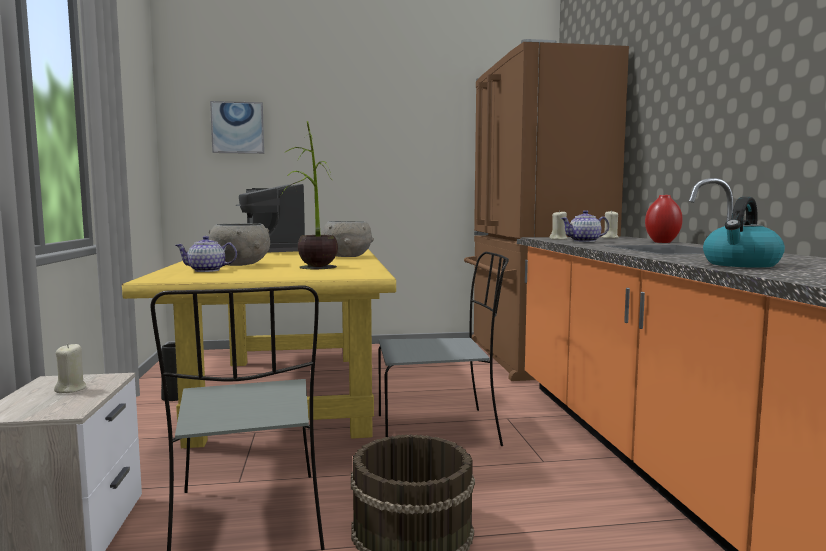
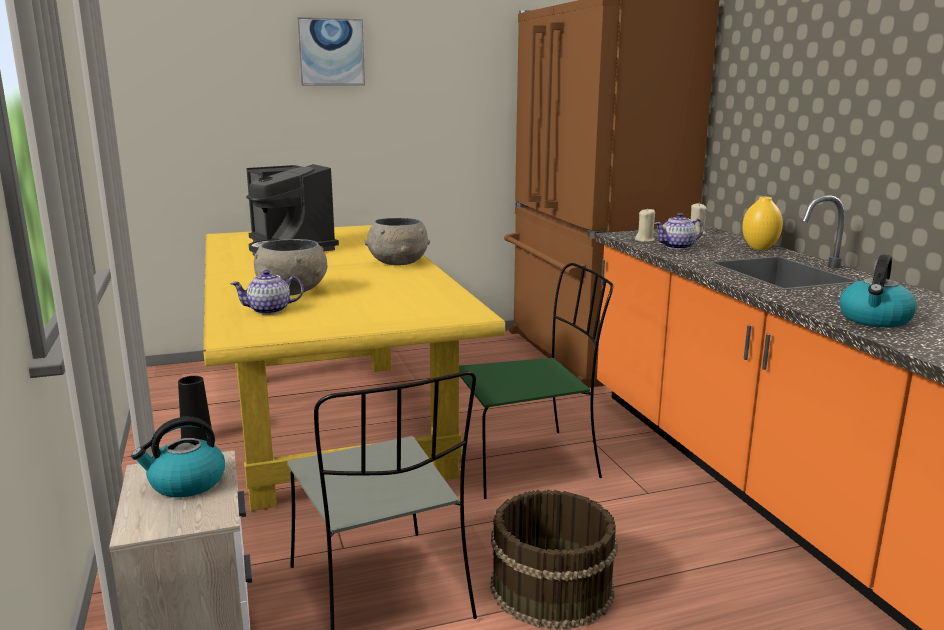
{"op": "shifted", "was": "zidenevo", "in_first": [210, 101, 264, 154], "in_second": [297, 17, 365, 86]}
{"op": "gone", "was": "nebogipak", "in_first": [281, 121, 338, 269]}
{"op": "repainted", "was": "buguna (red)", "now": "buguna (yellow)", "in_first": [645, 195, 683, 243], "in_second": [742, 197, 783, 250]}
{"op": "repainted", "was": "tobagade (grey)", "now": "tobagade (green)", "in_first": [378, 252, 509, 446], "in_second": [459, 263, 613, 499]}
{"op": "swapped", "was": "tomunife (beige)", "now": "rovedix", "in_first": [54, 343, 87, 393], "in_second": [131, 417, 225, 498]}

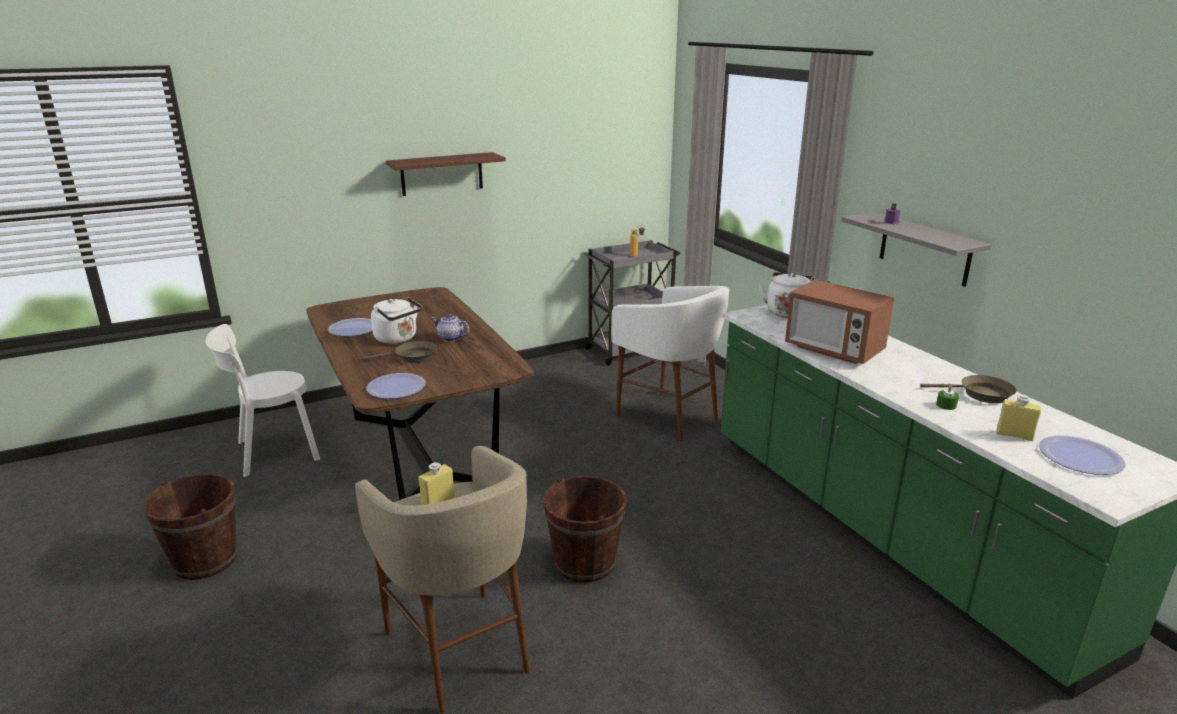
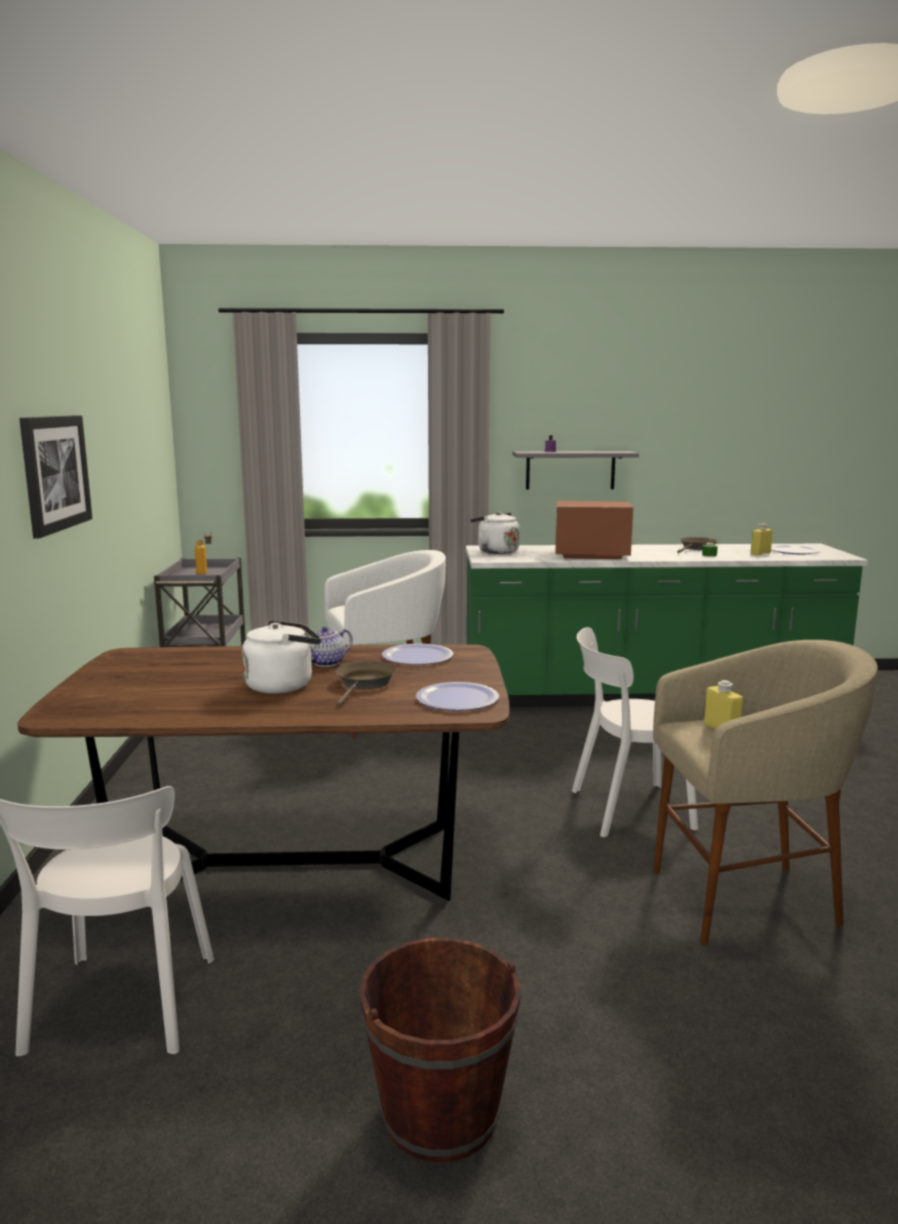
{"op": "swapped", "was": "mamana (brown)", "now": "zidenevo", "in_first": [386, 152, 506, 196], "in_second": [19, 415, 92, 538]}
{"op": "rotated", "was": "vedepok", "in_first": [785, 280, 894, 364], "in_second": [555, 501, 633, 559], "clockwise": -150}
{"op": "shifted", "was": "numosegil", "in_first": [328, 318, 372, 337], "in_second": [382, 644, 453, 665]}
{"op": "swapped", "was": "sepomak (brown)", "now": "tobagade (white)", "in_first": [543, 476, 627, 583], "in_second": [572, 627, 698, 837]}

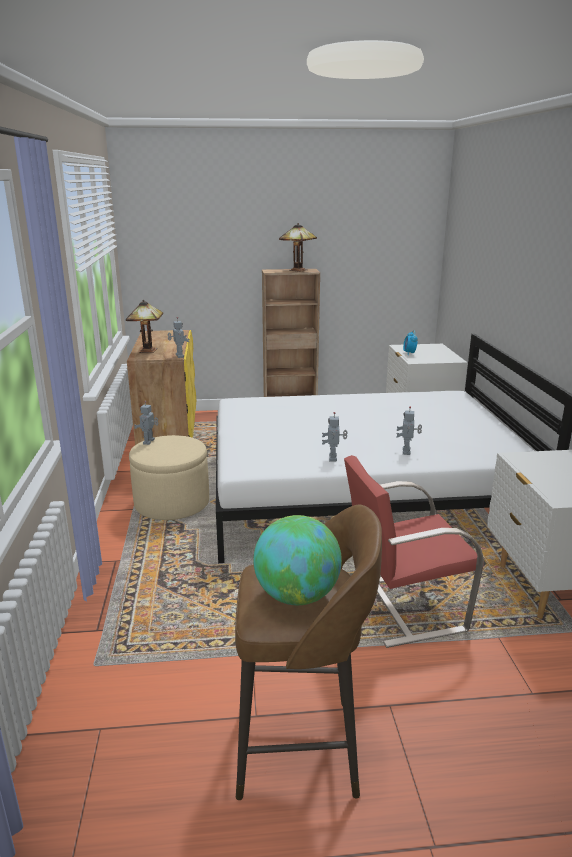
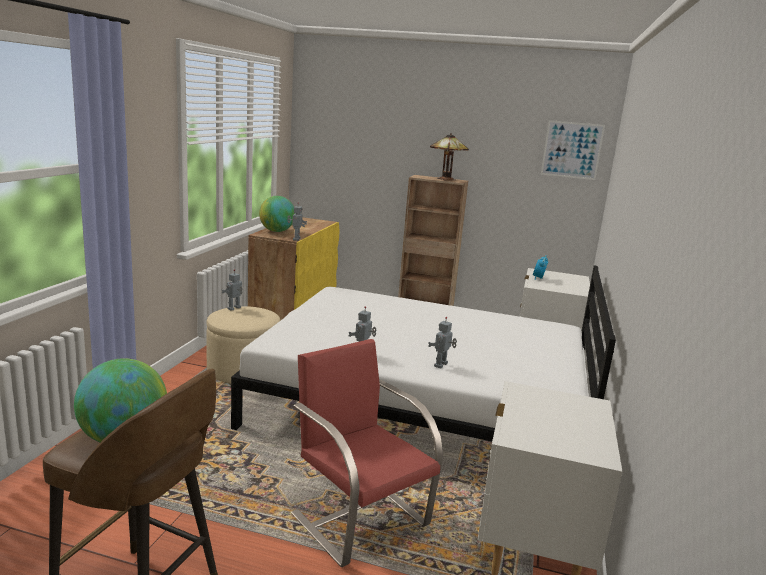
{"op": "swapped", "was": "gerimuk", "now": "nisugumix", "in_first": [126, 300, 163, 353], "in_second": [259, 196, 295, 232]}
{"op": "rotated", "was": "tobagade (red)", "in_first": [344, 455, 484, 648], "in_second": [291, 339, 443, 567], "clockwise": 45}
{"op": "new", "now": "zidenevo", "in_second": [541, 120, 605, 180]}

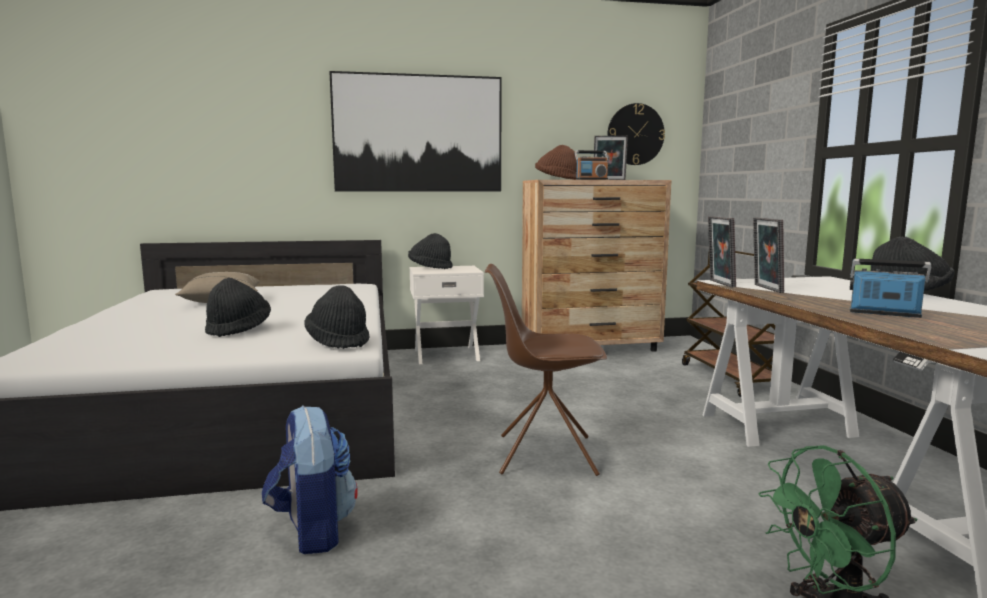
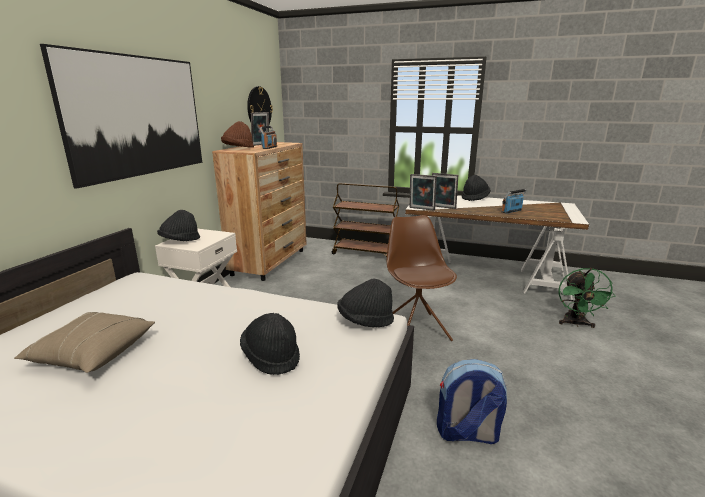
{"op": "rotated", "was": "tobagade (brown)", "in_first": [485, 264, 607, 476], "in_second": [387, 215, 457, 341], "clockwise": 135}

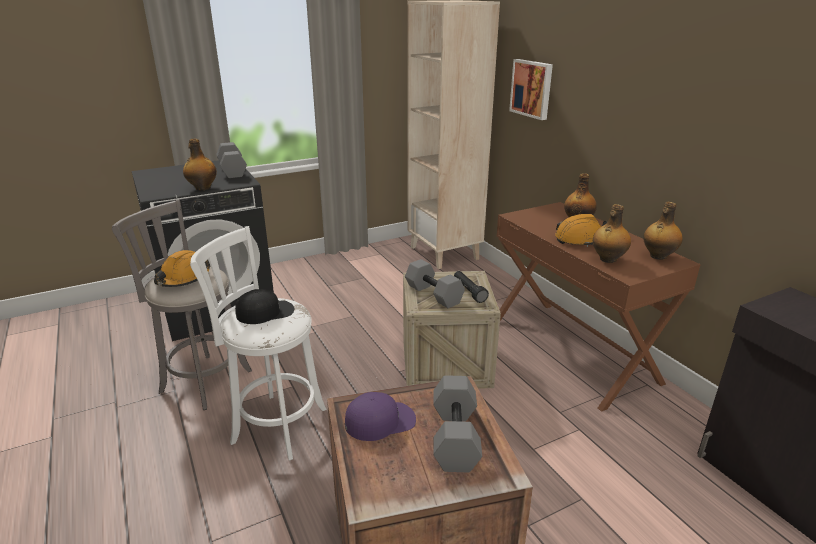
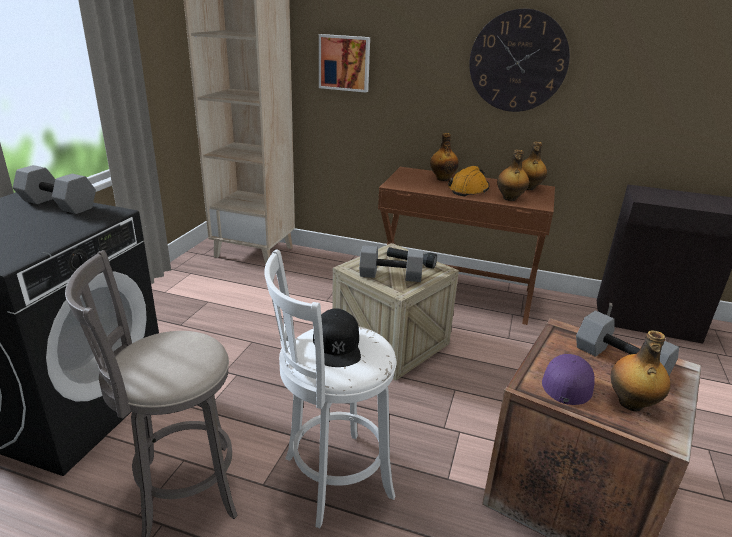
{"op": "shifted", "was": "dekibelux", "in_first": [183, 138, 217, 190], "in_second": [611, 331, 670, 412]}
{"op": "gone", "was": "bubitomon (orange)", "in_first": [154, 250, 211, 287]}
{"op": "rotated", "was": "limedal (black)", "in_first": [235, 289, 294, 324], "in_second": [313, 308, 361, 367], "clockwise": 150}
{"op": "new", "now": "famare", "in_second": [469, 9, 570, 112]}

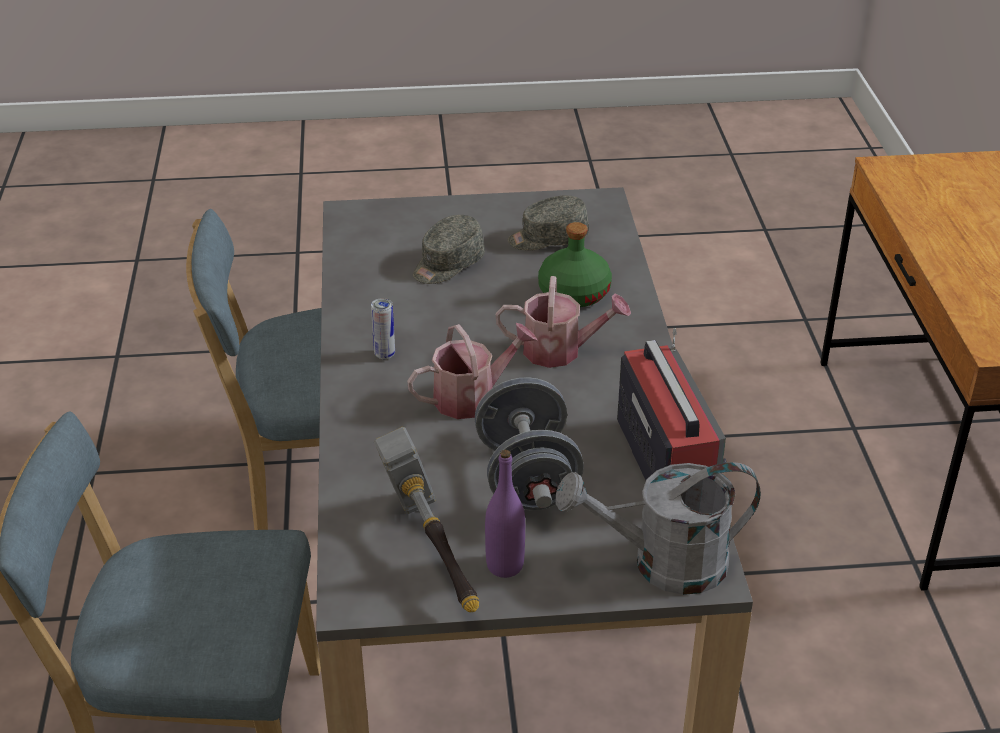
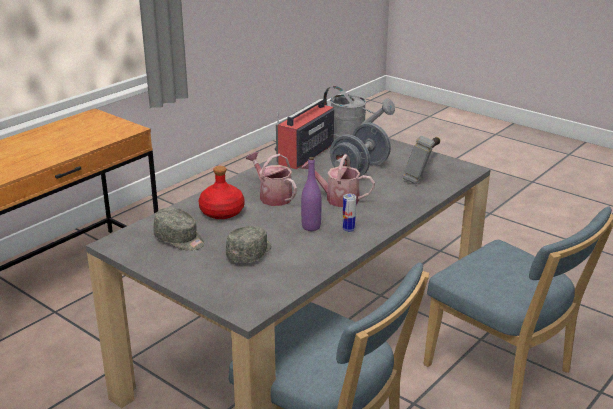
{"op": "rotated", "was": "limedal (grey)", "in_first": [413, 215, 485, 284], "in_second": [226, 226, 271, 263], "clockwise": -60}
{"op": "repainted", "was": "dekibelux (green)", "now": "dekibelux (red)", "in_first": [538, 222, 612, 307], "in_second": [199, 166, 244, 219]}
{"op": "shifted", "was": "dekibelux (purple)", "in_first": [485, 450, 525, 578], "in_second": [301, 157, 322, 231]}

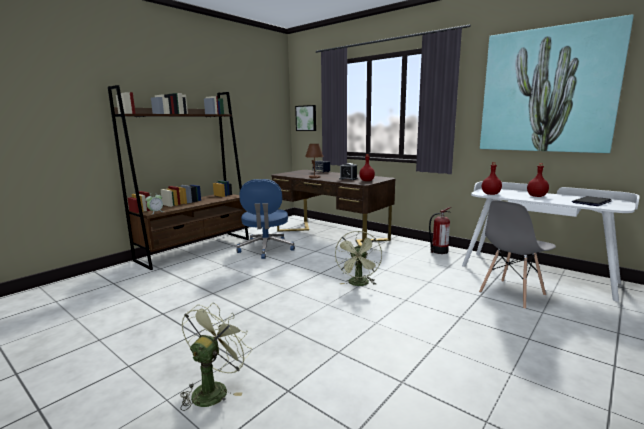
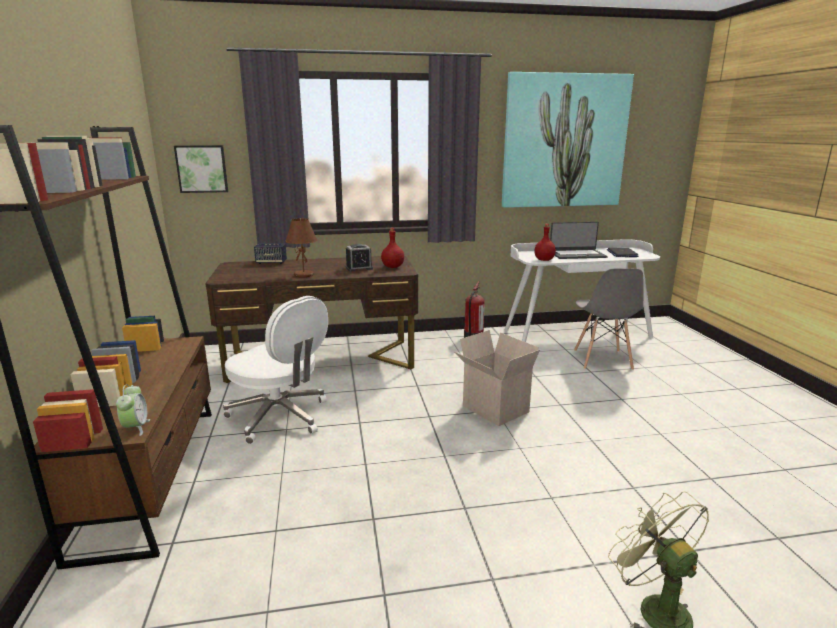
{"op": "swapped", "was": "dekibelux (red)", "now": "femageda", "in_first": [527, 163, 549, 197], "in_second": [550, 222, 608, 259]}
{"op": "repainted", "was": "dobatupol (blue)", "now": "dobatupol (white)", "in_first": [236, 179, 295, 259], "in_second": [223, 296, 328, 444]}
{"op": "swapped", "was": "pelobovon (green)", "now": "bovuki", "in_first": [335, 231, 382, 286], "in_second": [454, 330, 540, 426]}

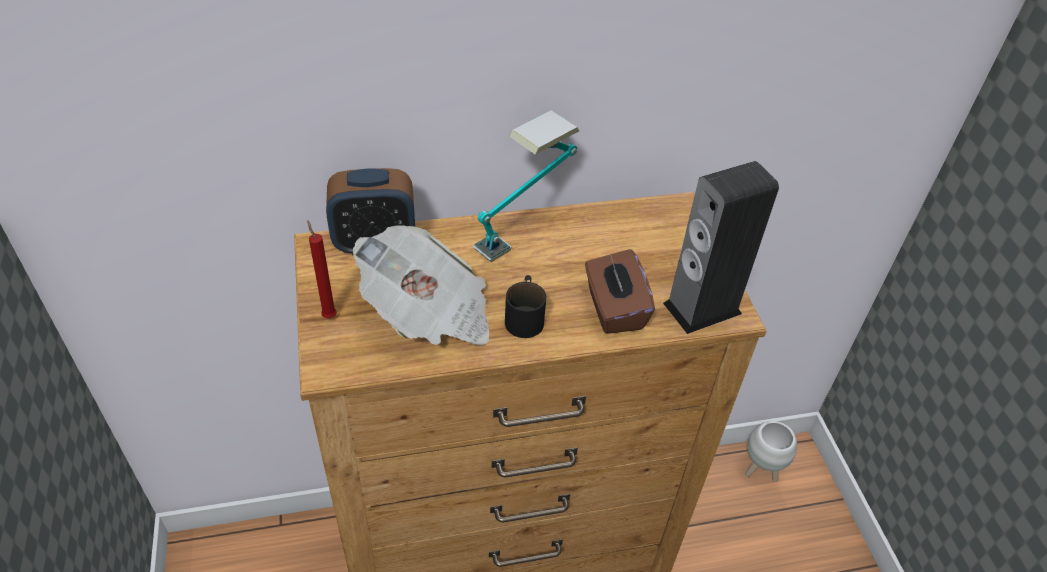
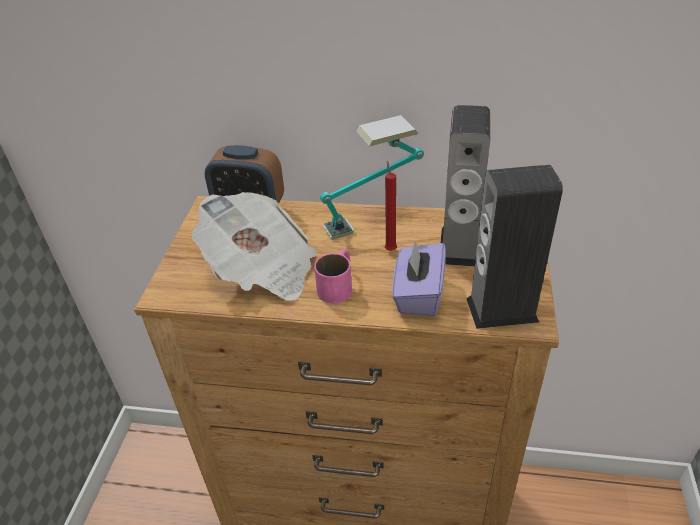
{"op": "shifted", "was": "tomunife (red)", "in_first": [307, 220, 337, 318], "in_second": [385, 160, 397, 251]}
{"op": "repainted", "was": "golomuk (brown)", "now": "golomuk (purple)", "in_first": [585, 249, 655, 334], "in_second": [392, 241, 446, 316]}
{"op": "repainted", "was": "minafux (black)", "now": "minafux (pink)", "in_first": [505, 275, 546, 338], "in_second": [314, 250, 352, 304]}
{"op": "gone", "was": "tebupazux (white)", "in_first": [745, 421, 797, 482]}
{"op": "new", "now": "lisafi", "in_second": [441, 105, 490, 267]}

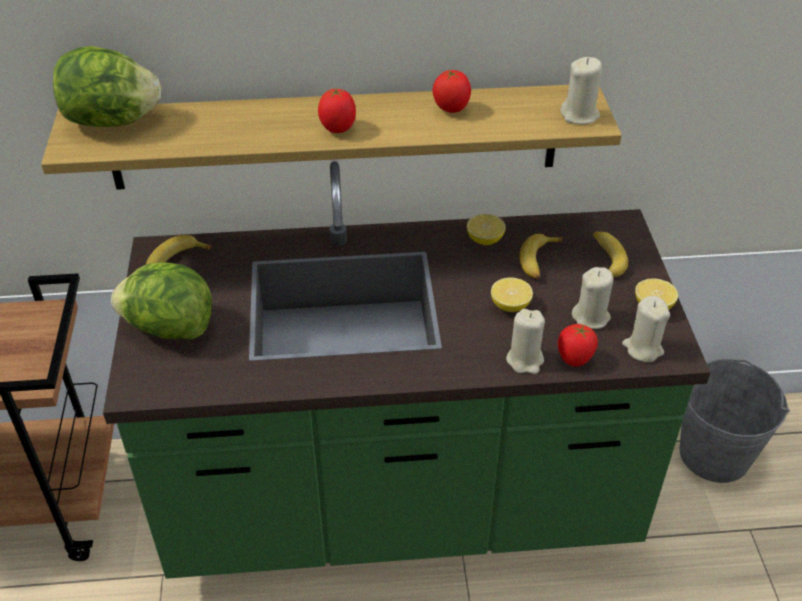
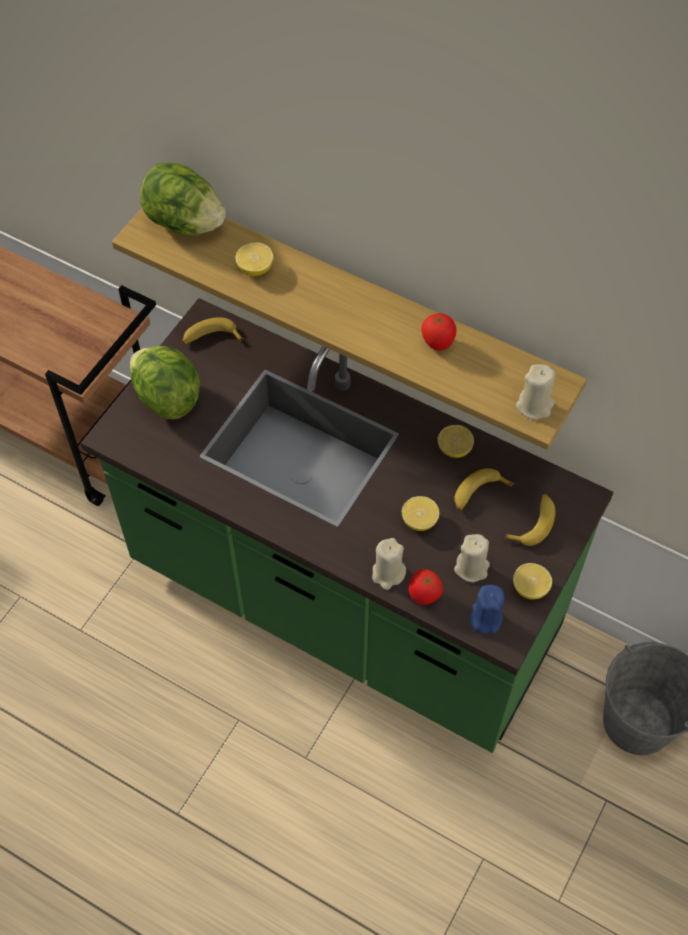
{"op": "gone", "was": "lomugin", "in_first": [318, 87, 356, 133]}
{"op": "repainted", "was": "tomunife (beige)", "now": "tomunife (blue)", "in_first": [622, 296, 670, 362], "in_second": [469, 585, 505, 634]}
{"op": "new", "now": "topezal", "in_second": [235, 243, 274, 276]}

